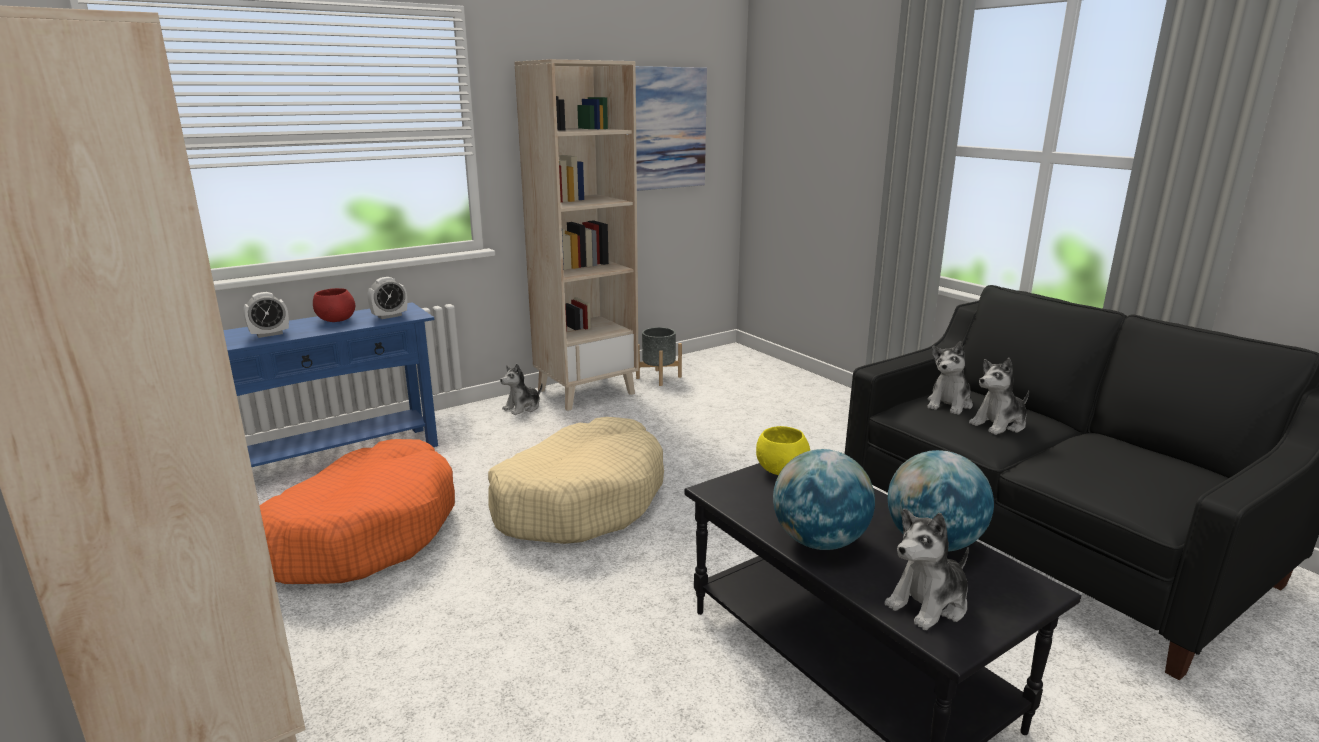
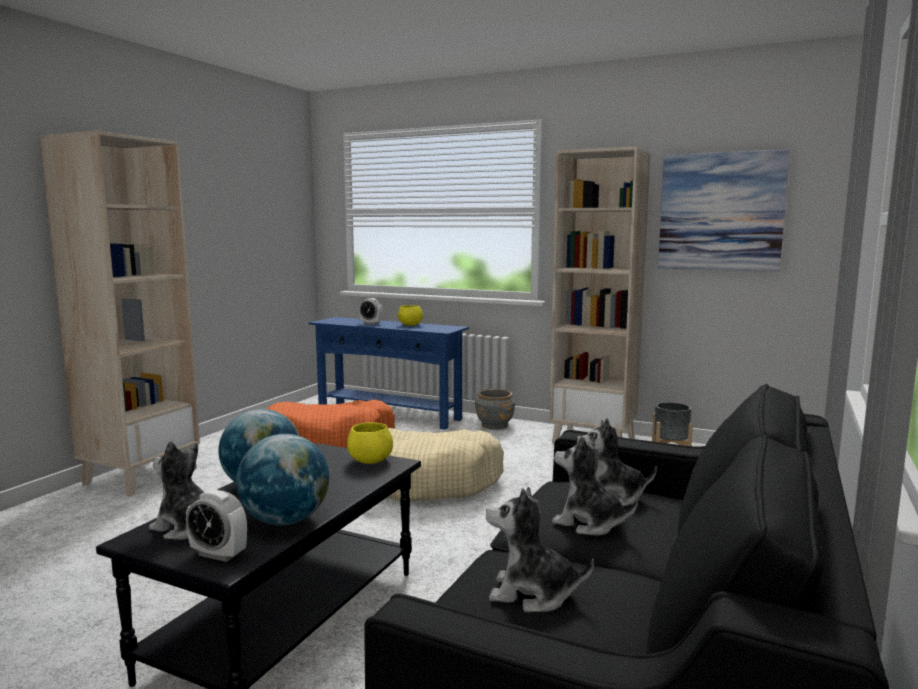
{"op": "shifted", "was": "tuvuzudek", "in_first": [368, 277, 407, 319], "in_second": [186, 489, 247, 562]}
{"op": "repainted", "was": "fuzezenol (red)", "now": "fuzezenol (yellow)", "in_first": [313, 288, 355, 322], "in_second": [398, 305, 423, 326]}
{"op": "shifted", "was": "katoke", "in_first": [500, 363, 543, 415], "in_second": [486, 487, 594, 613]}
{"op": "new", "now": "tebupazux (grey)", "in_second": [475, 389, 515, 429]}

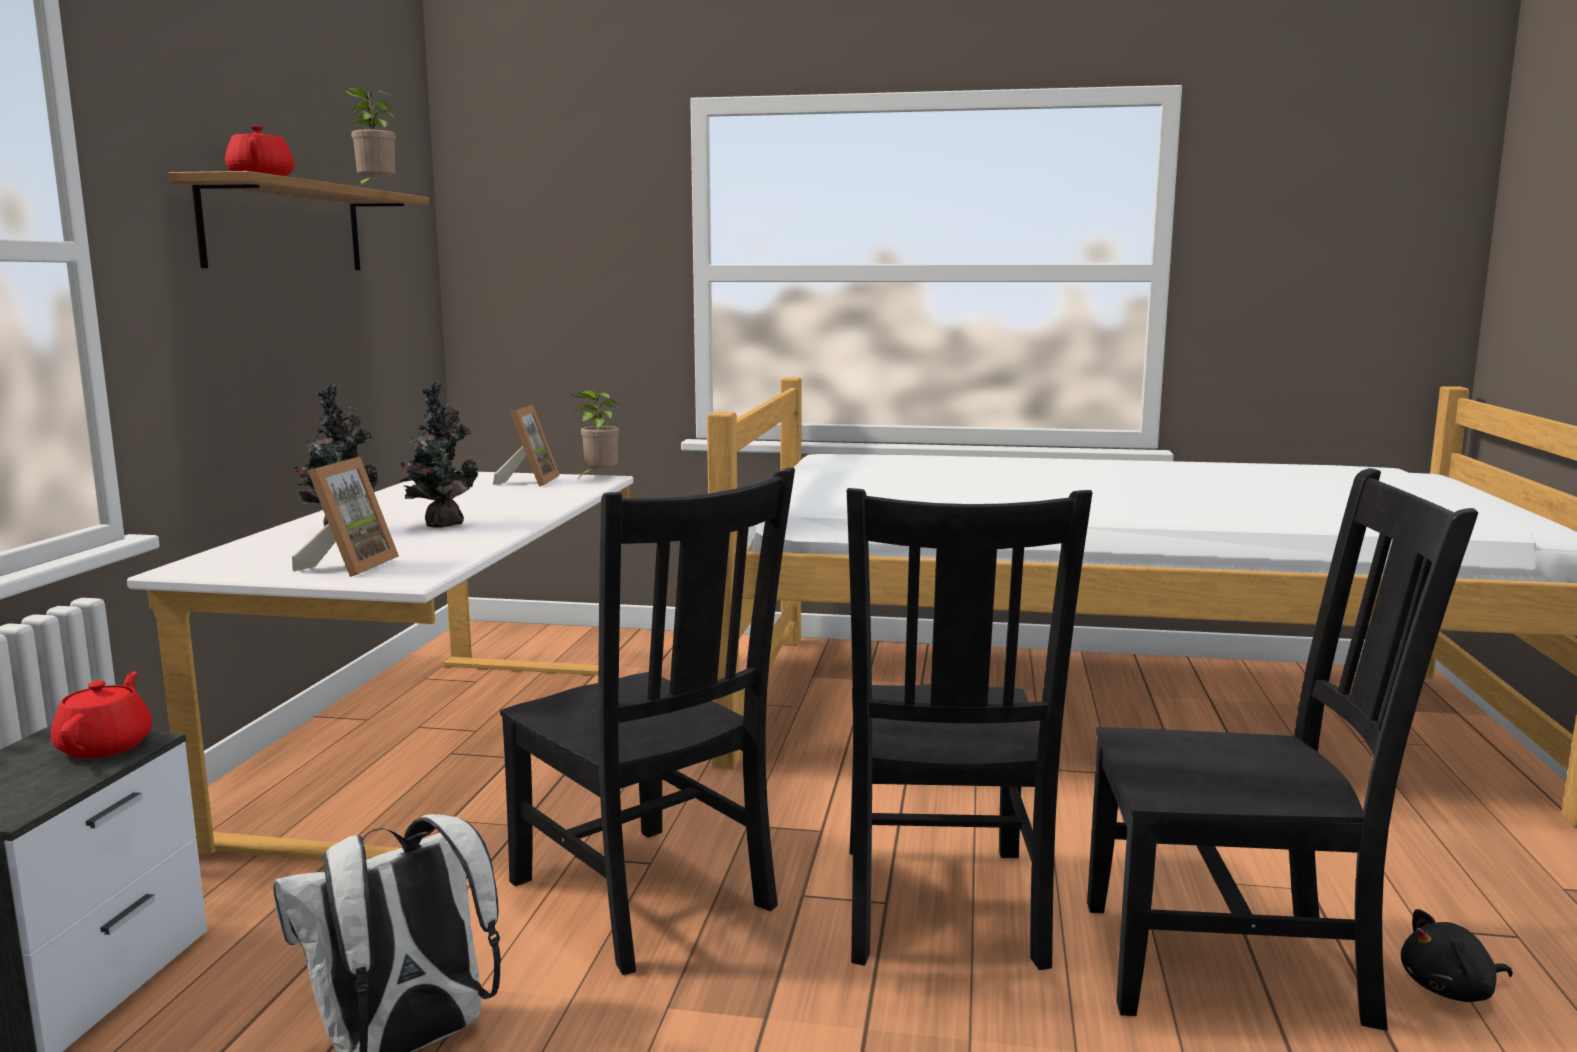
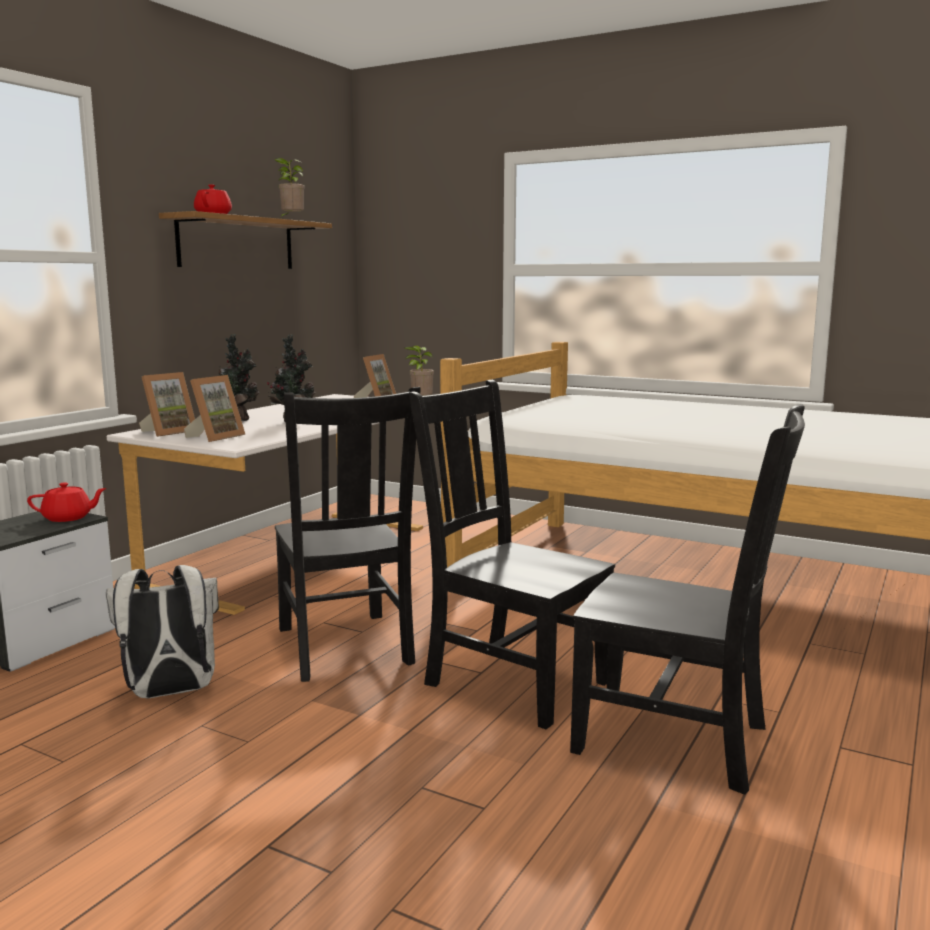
{"op": "rotated", "was": "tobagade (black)", "in_first": [847, 488, 1092, 970], "in_second": [409, 380, 615, 729], "clockwise": 105}
{"op": "rotated", "was": "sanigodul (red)", "in_first": [51, 671, 152, 759], "in_second": [27, 483, 107, 522], "clockwise": 60}
{"op": "gone", "was": "katoke (black)", "in_first": [1401, 909, 1513, 1002]}
{"op": "new", "now": "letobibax", "in_second": [139, 372, 195, 437]}

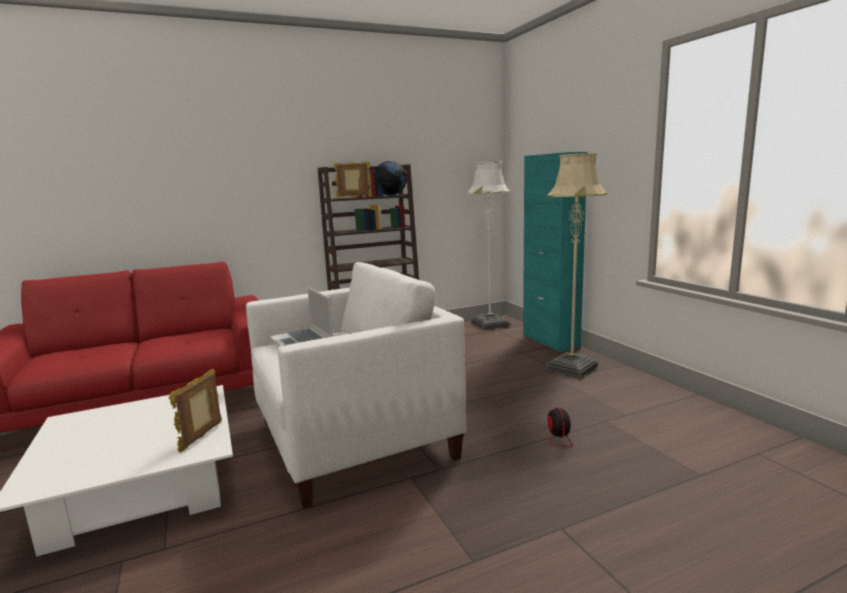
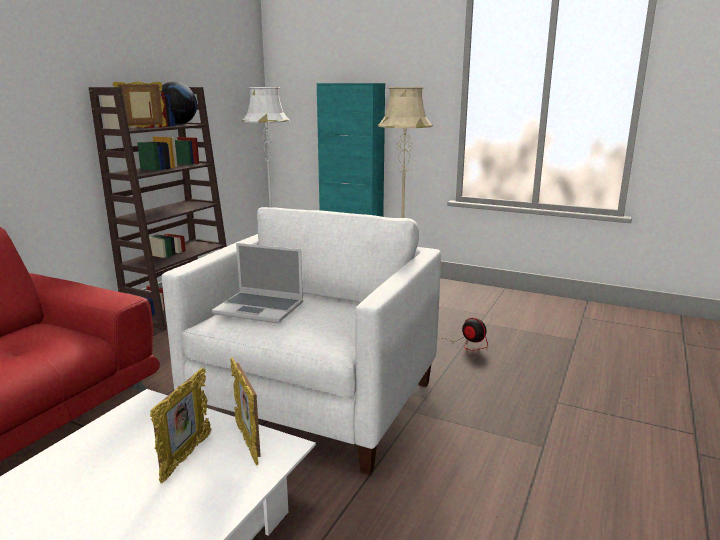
{"op": "new", "now": "letobibax", "in_second": [150, 367, 211, 483]}

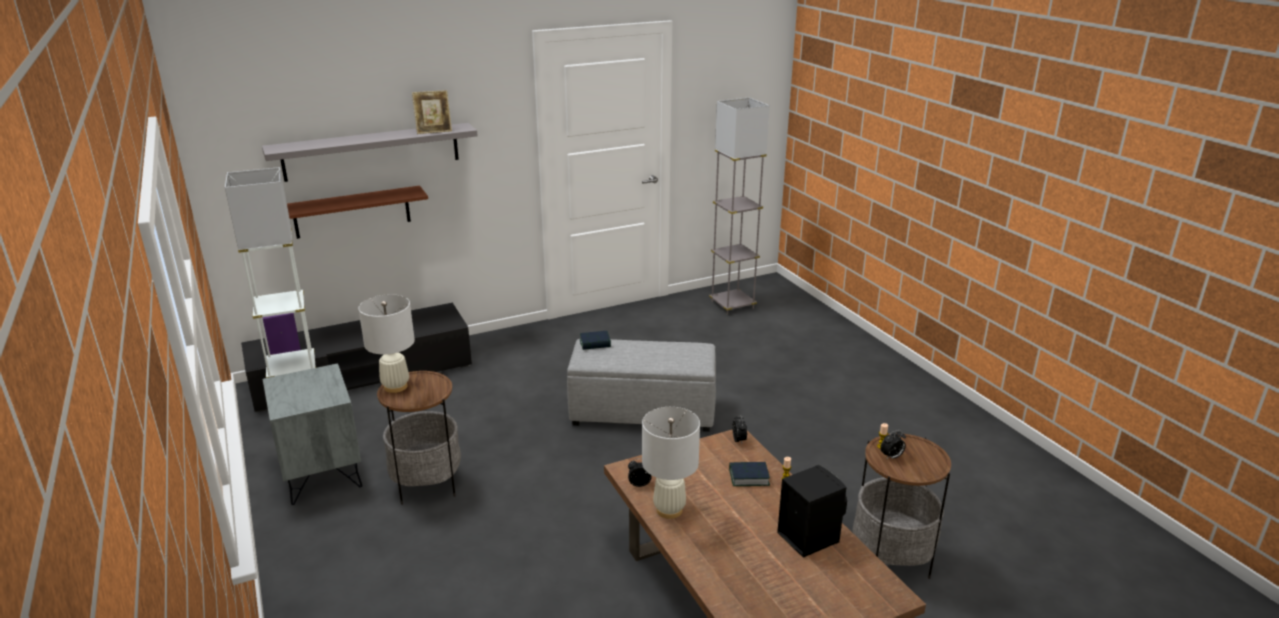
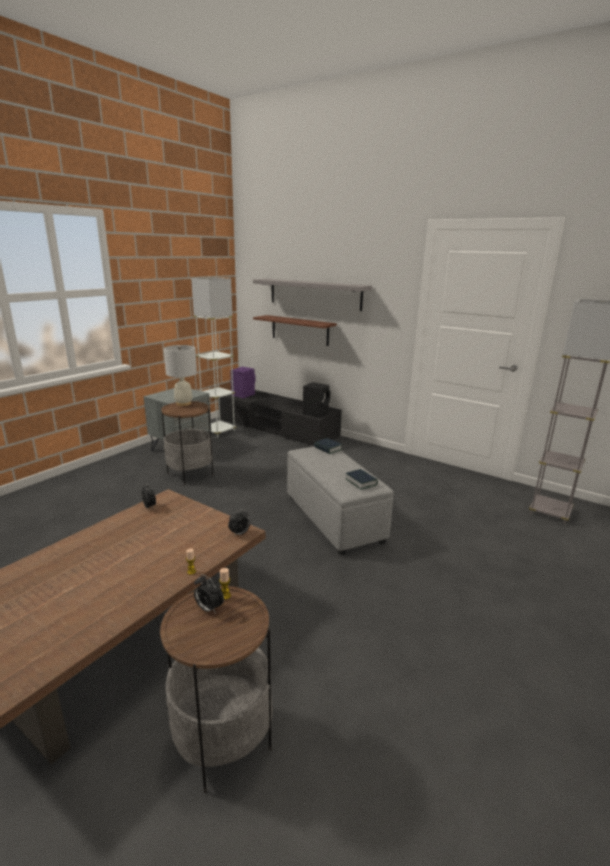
{"op": "gone", "was": "letobibax", "in_first": [412, 90, 452, 134]}
{"op": "gone", "was": "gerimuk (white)", "in_first": [642, 407, 700, 519]}
{"op": "shifted", "was": "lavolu", "in_first": [729, 462, 770, 486], "in_second": [345, 469, 378, 490]}
{"op": "shifted", "was": "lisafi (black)", "in_first": [777, 465, 847, 558], "in_second": [303, 382, 331, 418]}

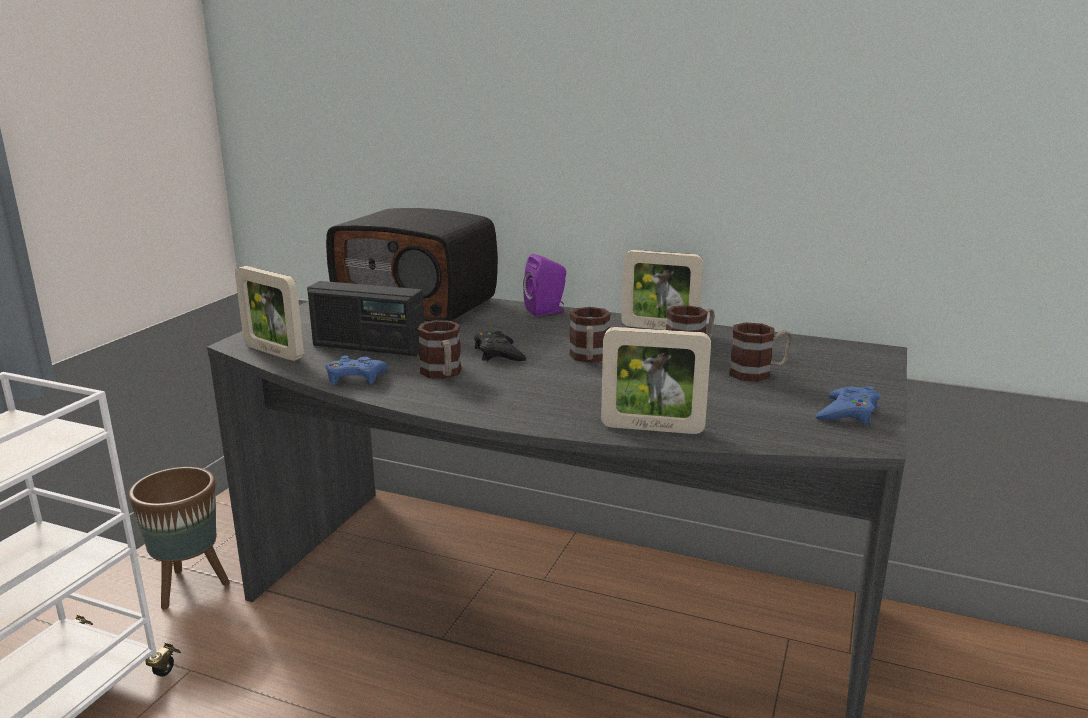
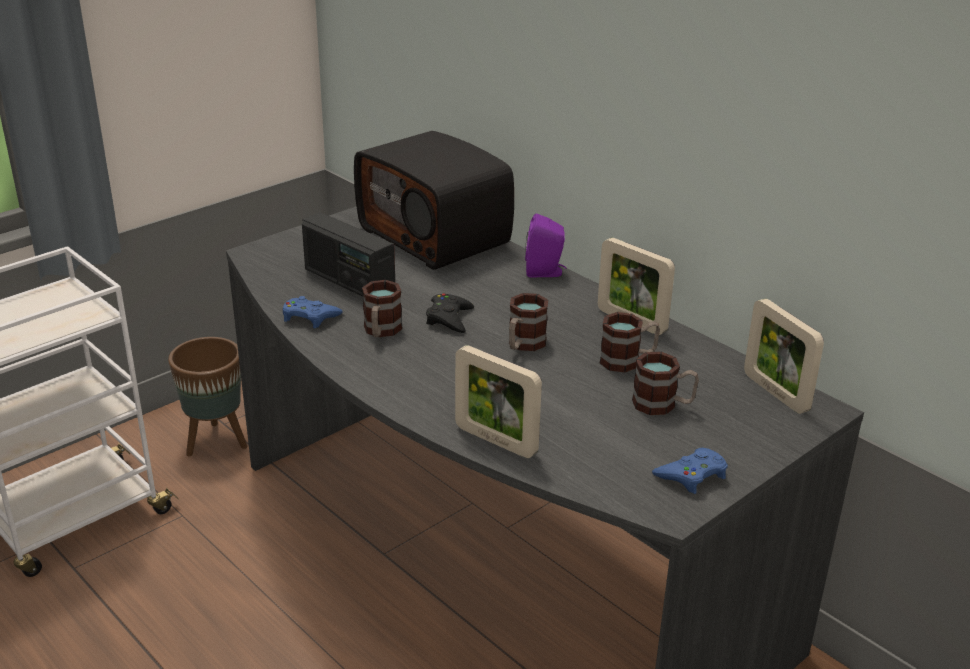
{"op": "shifted", "was": "letobibax", "in_first": [235, 266, 304, 361], "in_second": [744, 299, 824, 414]}

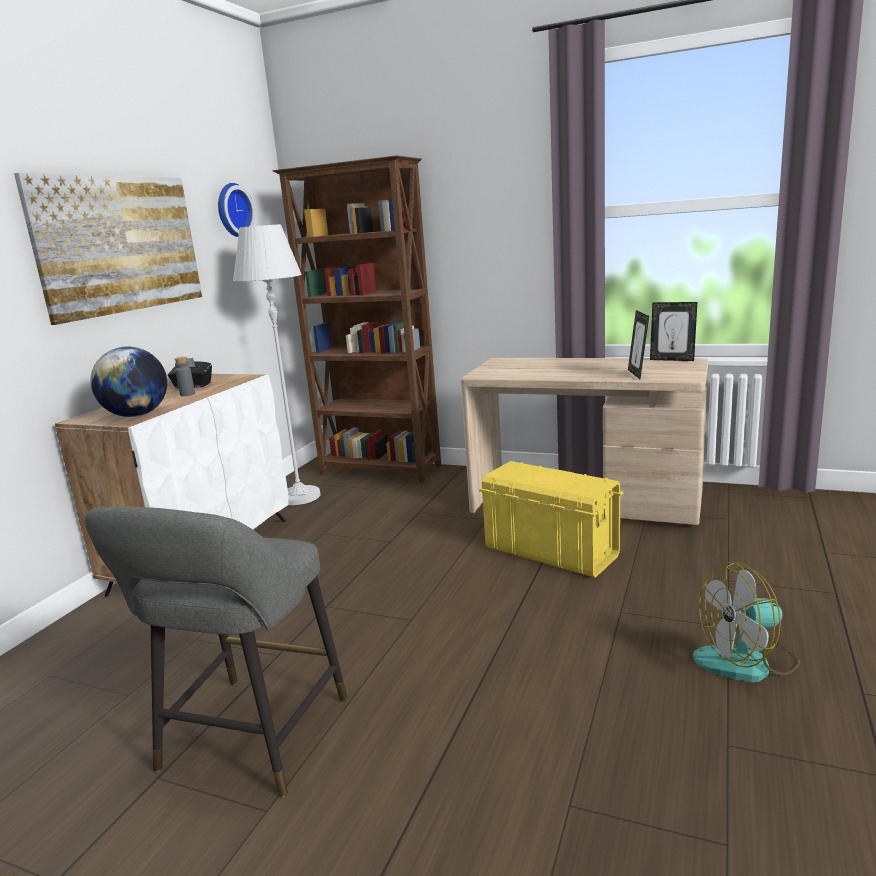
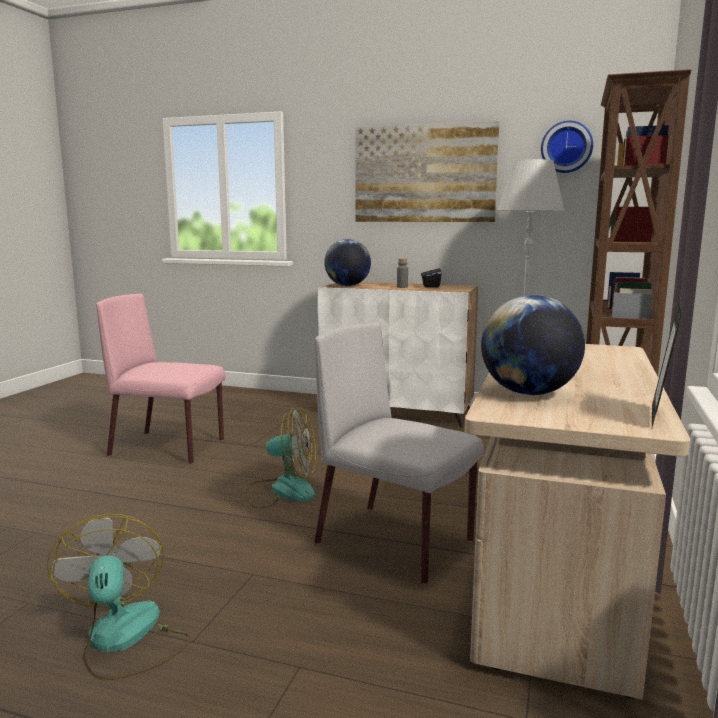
{"op": "swapped", "was": "letobibax", "now": "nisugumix", "in_first": [628, 310, 649, 379], "in_second": [481, 295, 585, 395]}
{"op": "swapped", "was": "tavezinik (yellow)", "now": "tobagade (grey)", "in_first": [479, 461, 623, 578], "in_second": [314, 322, 484, 584]}
{"op": "swapped", "was": "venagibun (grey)", "now": "tobagade (pink)", "in_first": [85, 507, 347, 797], "in_second": [96, 294, 226, 464]}
{"op": "new", "now": "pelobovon", "in_second": [244, 408, 316, 508]}

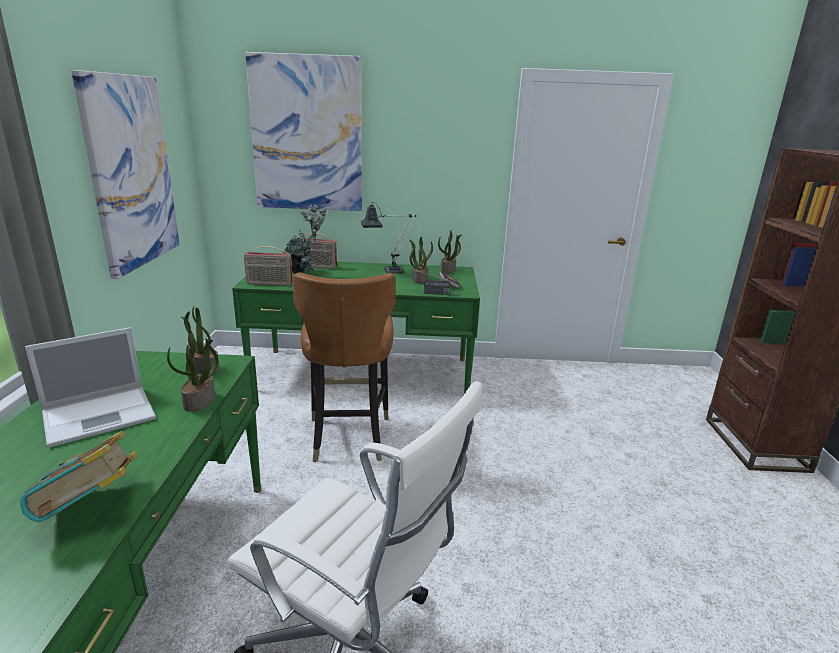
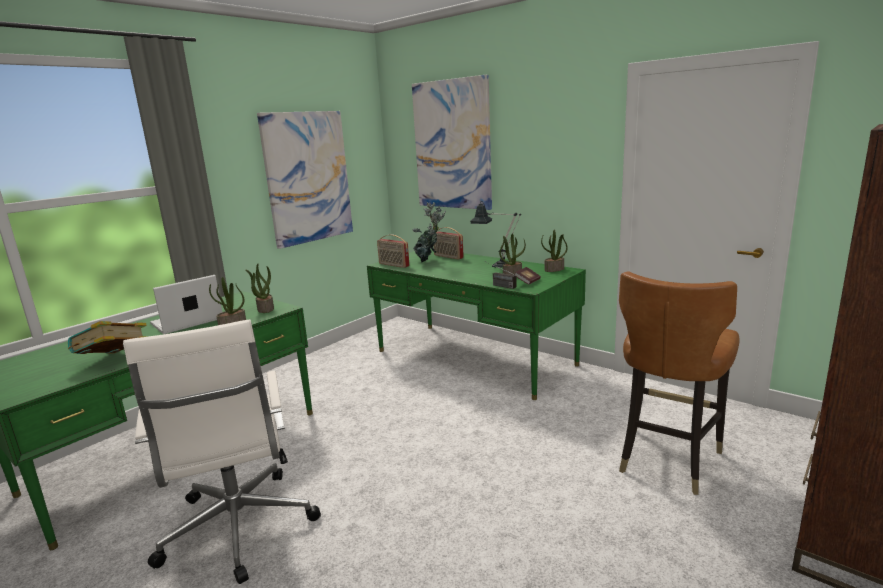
{"op": "shifted", "was": "tobagade (brown)", "in_first": [293, 272, 396, 462], "in_second": [619, 271, 740, 495]}
{"op": "rotated", "was": "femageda", "in_first": [25, 327, 156, 448], "in_second": [150, 275, 222, 334], "clockwise": 135}

